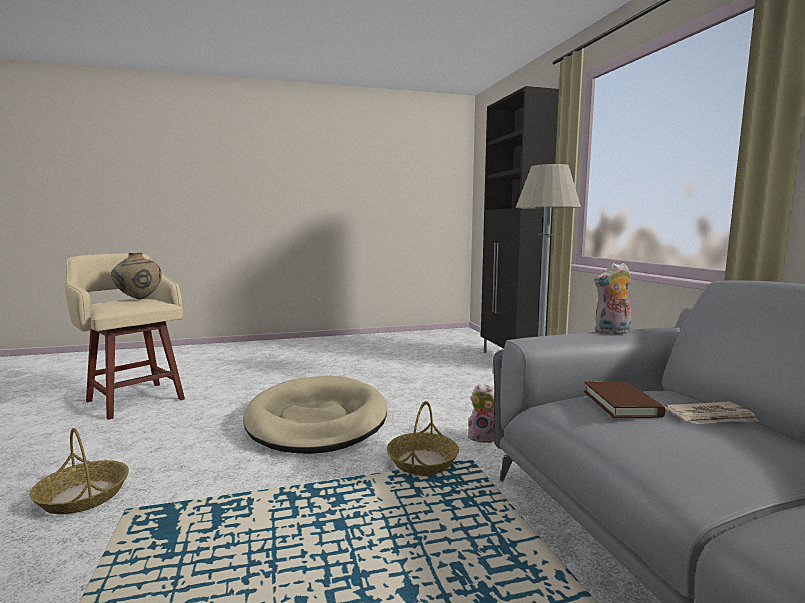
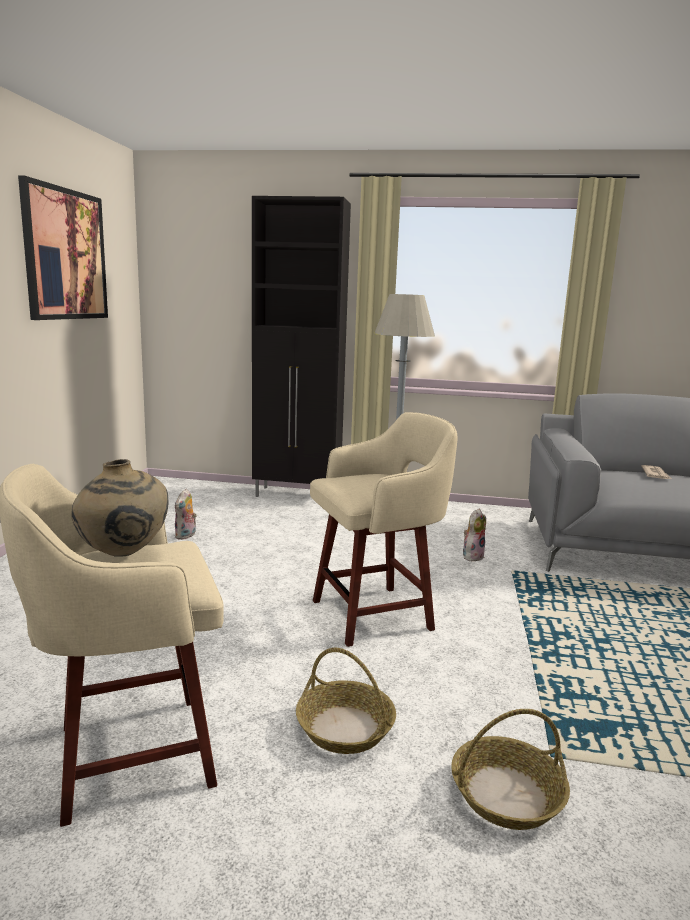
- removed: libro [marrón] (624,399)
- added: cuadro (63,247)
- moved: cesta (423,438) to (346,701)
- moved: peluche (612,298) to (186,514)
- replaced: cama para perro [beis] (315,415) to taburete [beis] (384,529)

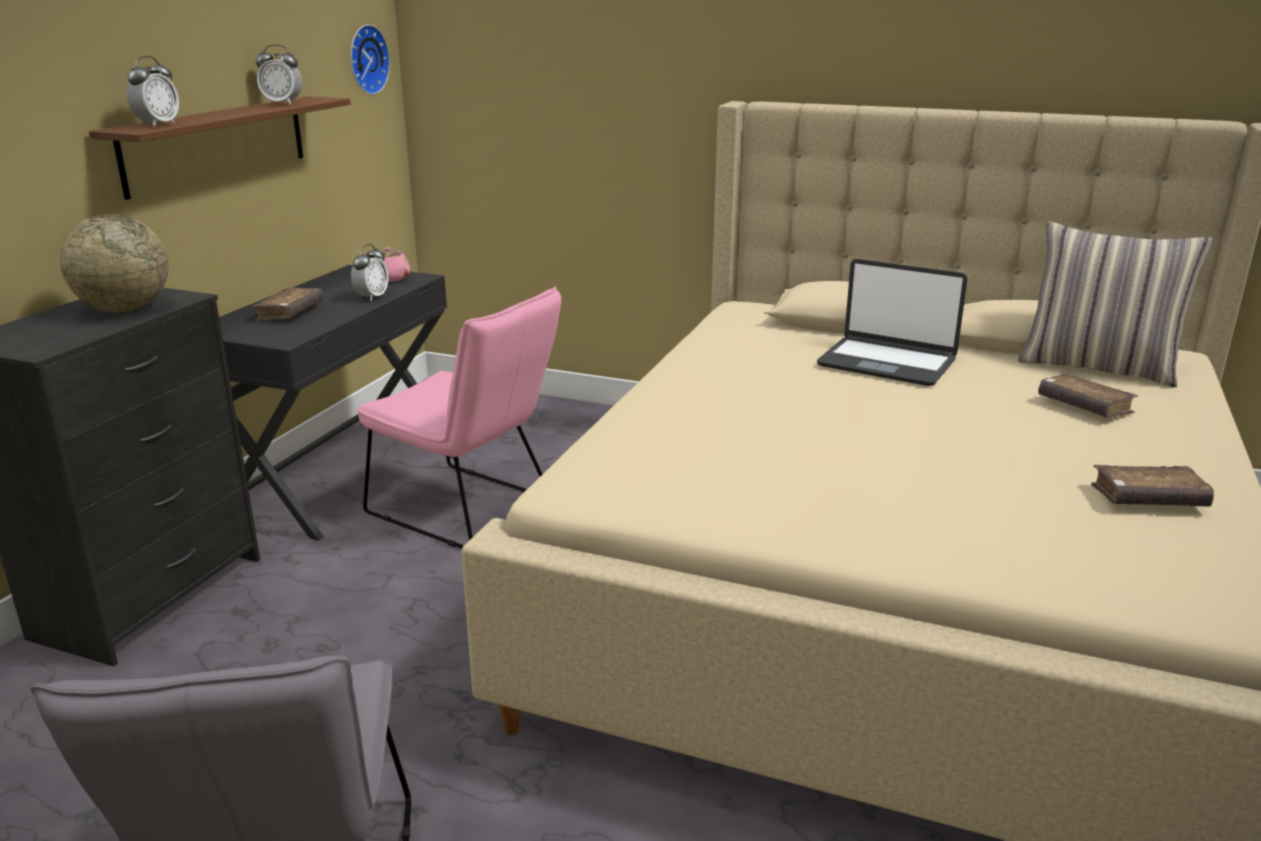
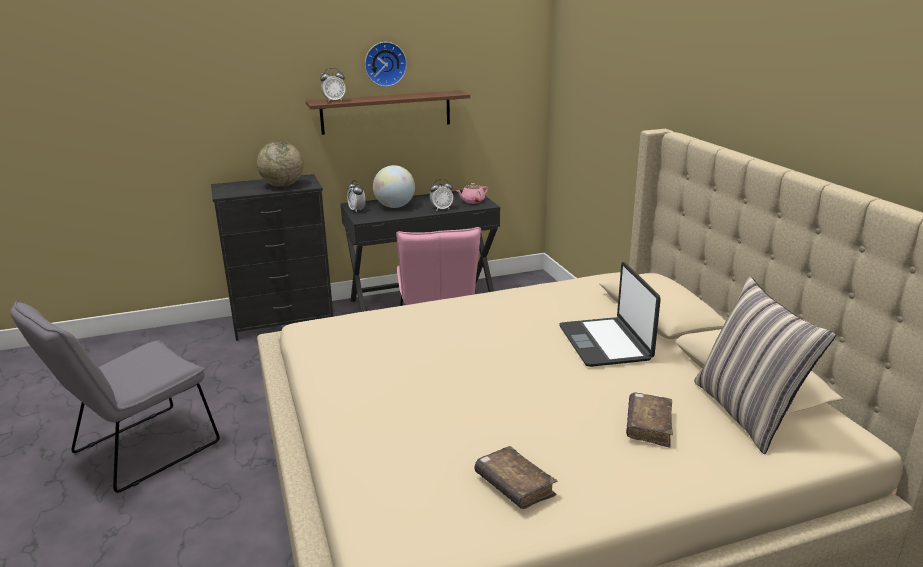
- moved: despertador (279,74) to (356,196)
- moved: reloj de pared (370,59) to (386,64)
- replaced: libro [marrón] (287,304) to globo terráqueo (394,186)

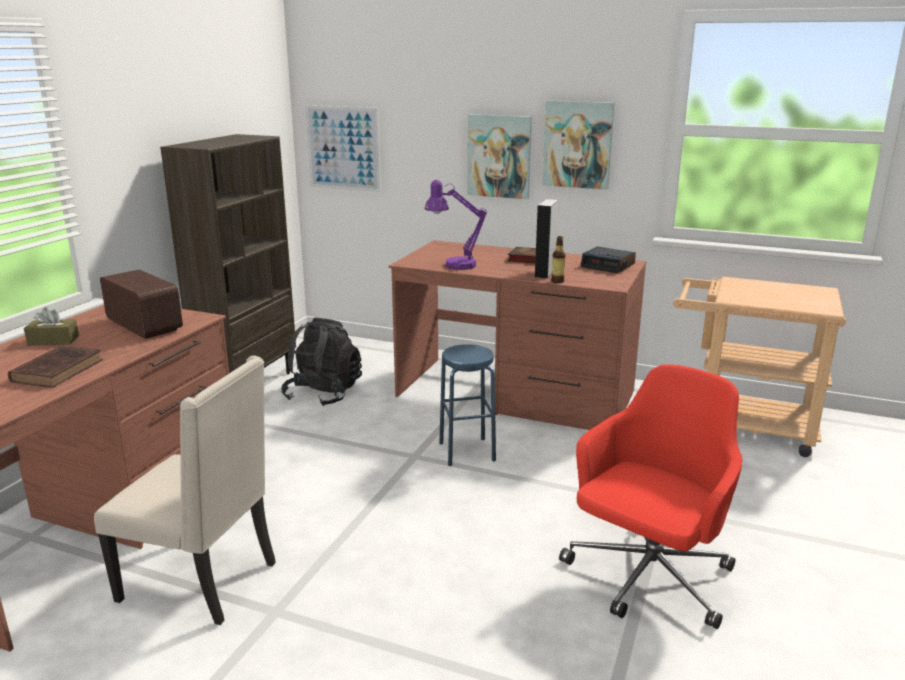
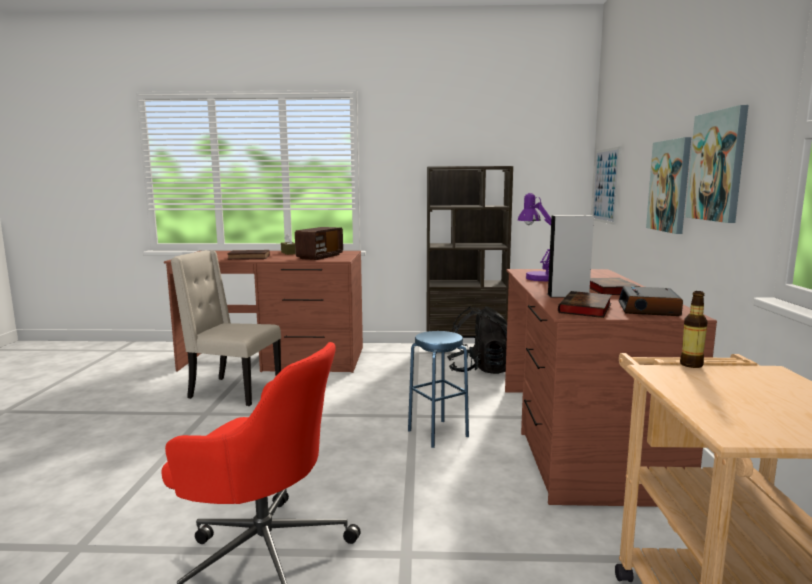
- added: libro (585,304)
- moved: botella (558,259) to (694,329)
- turned: silla [beis] (185,490) = (226,328) 105 degrees clockwise

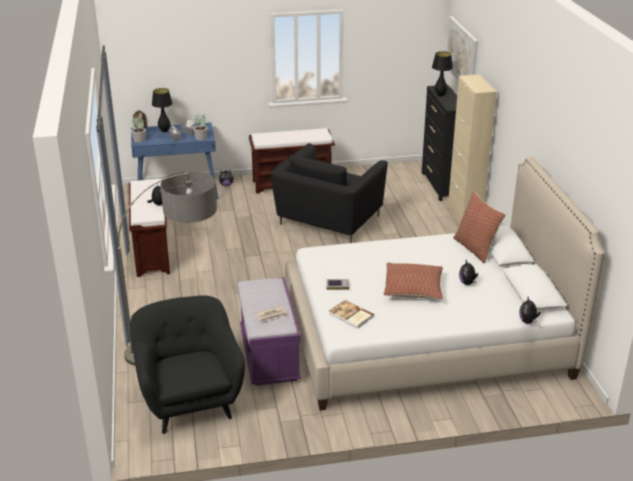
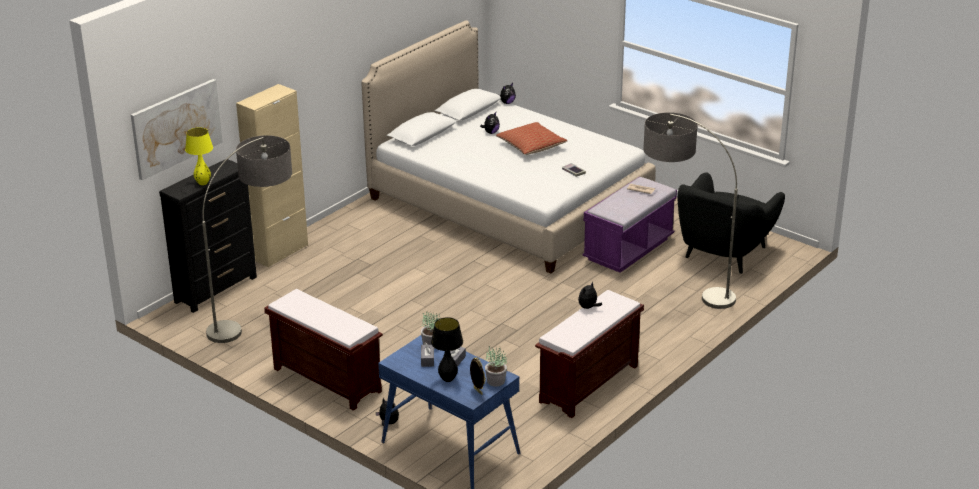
- removed: sillón [negro] (329,193)
- removed: libro (351,314)
- removed: cojín (479,227)
- added: lámpara de pie (247,239)
- recoloured: lámpara de mesa [negro] (442,73) to lámpara de mesa [amarillo] (199,156)

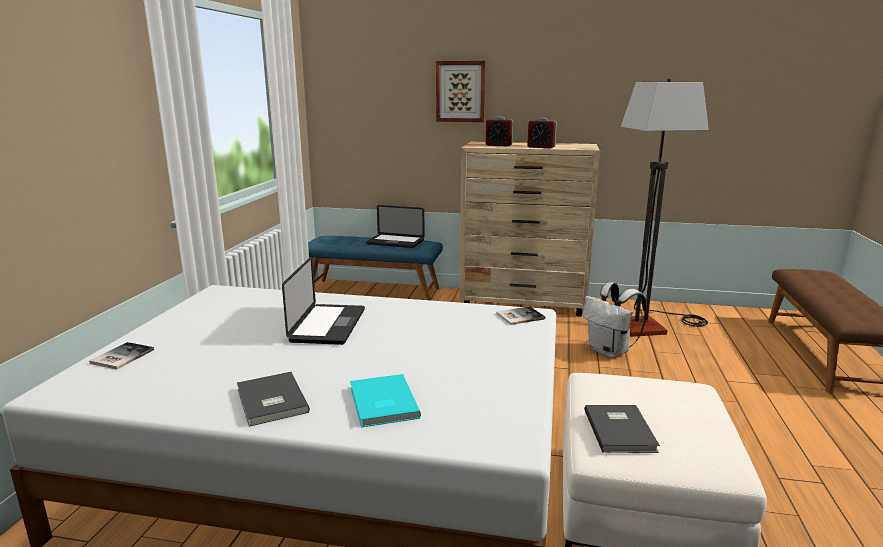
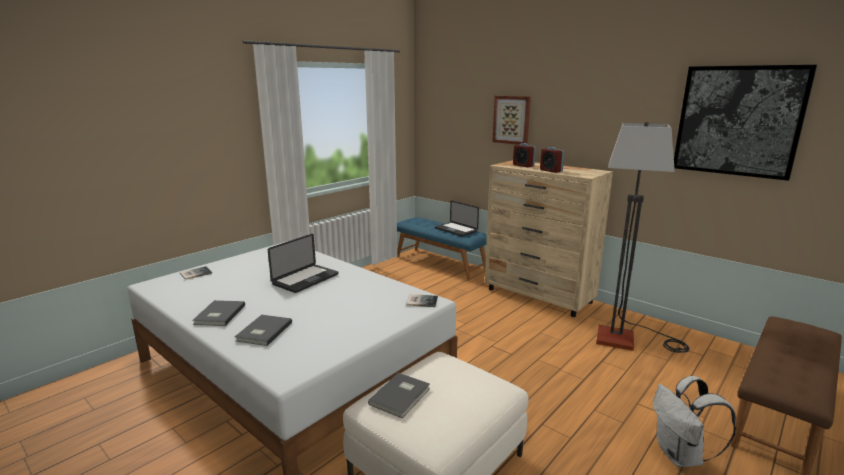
- added: cuadro (745,123)
- moved: mochila [blanco] (615,320) to (694,421)
- recoloured: libro [turquesa] (385,400) to libro [gris] (263,330)

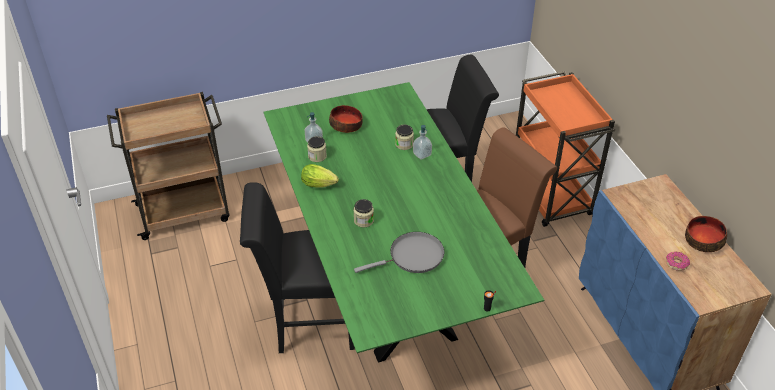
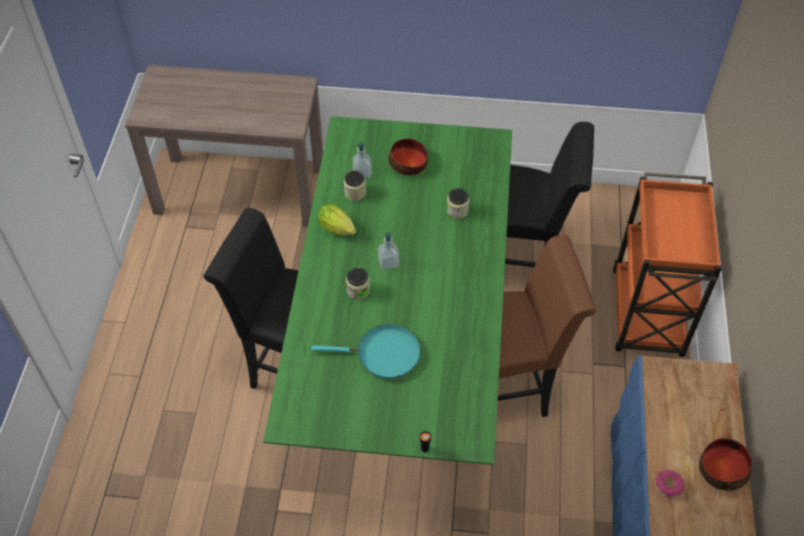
- moved: dispensador de jabón (422,142) to (388,250)
- replaced: carrito [marrón] (168,166) to mesa consola [marrón] (224,146)
- recoloured: sartén [gris] (399,252) to sartén [turquesa] (366,351)

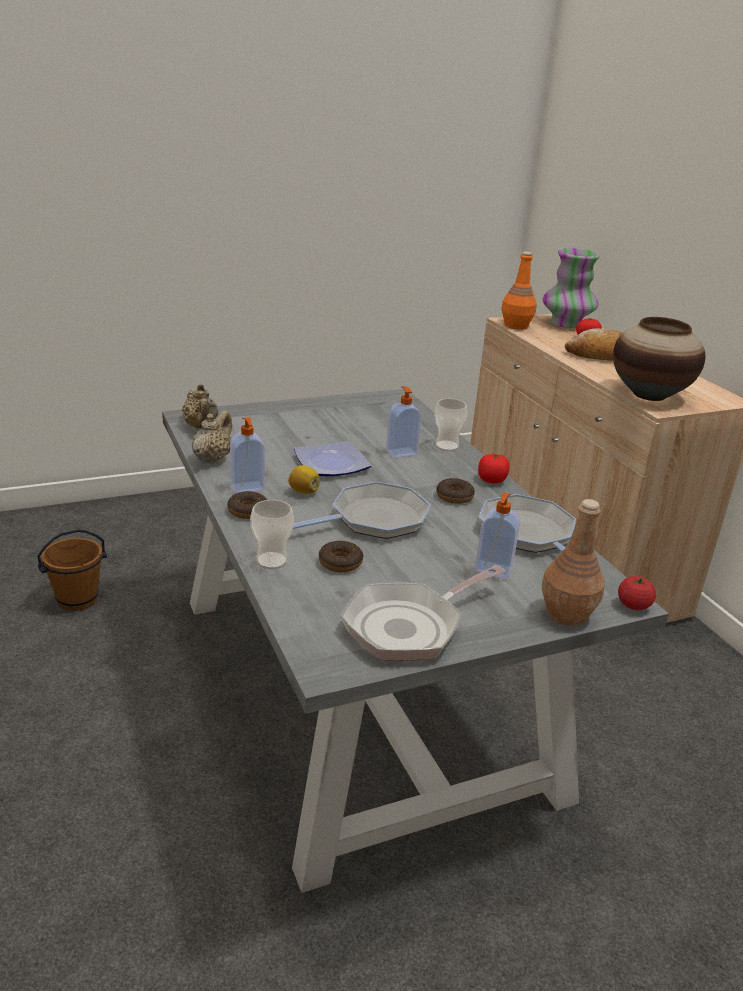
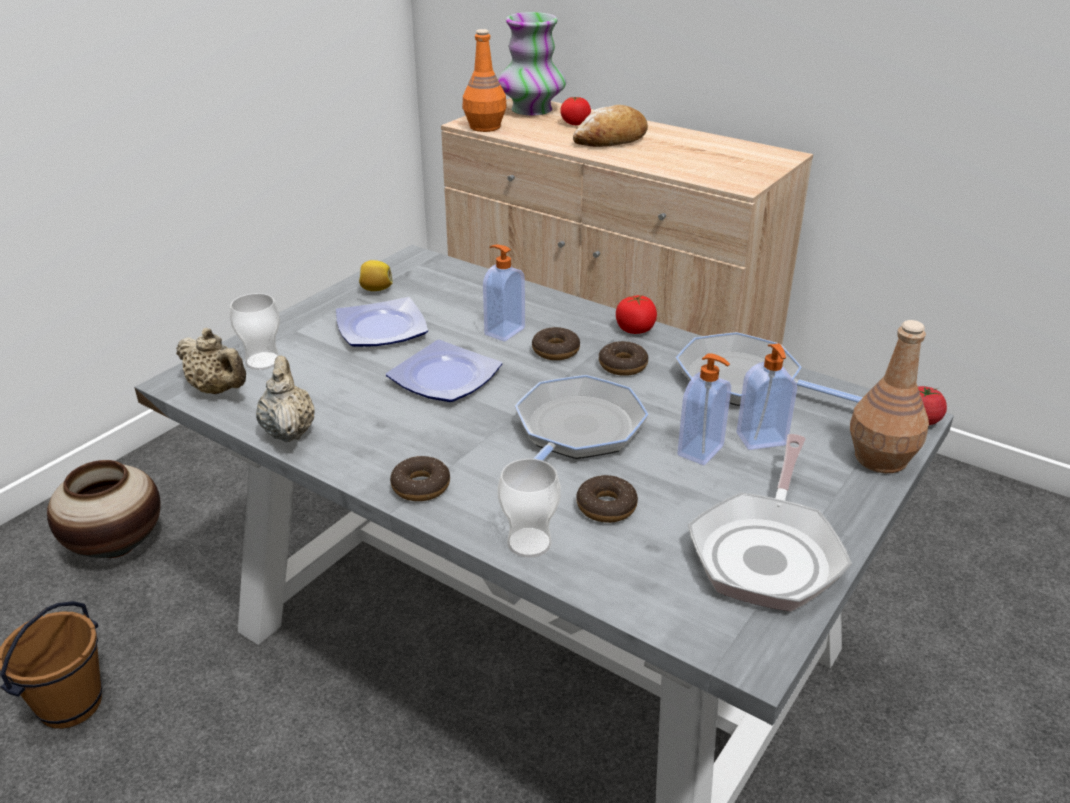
- added: plato (382,322)
- added: rosquilla (556,343)
- moved: dispensador de jabón (247,455) to (704,409)
- moved: limón (304,479) to (375,275)
- moved: taza (451,424) to (255,331)
- moved: florero (659,359) to (103,509)

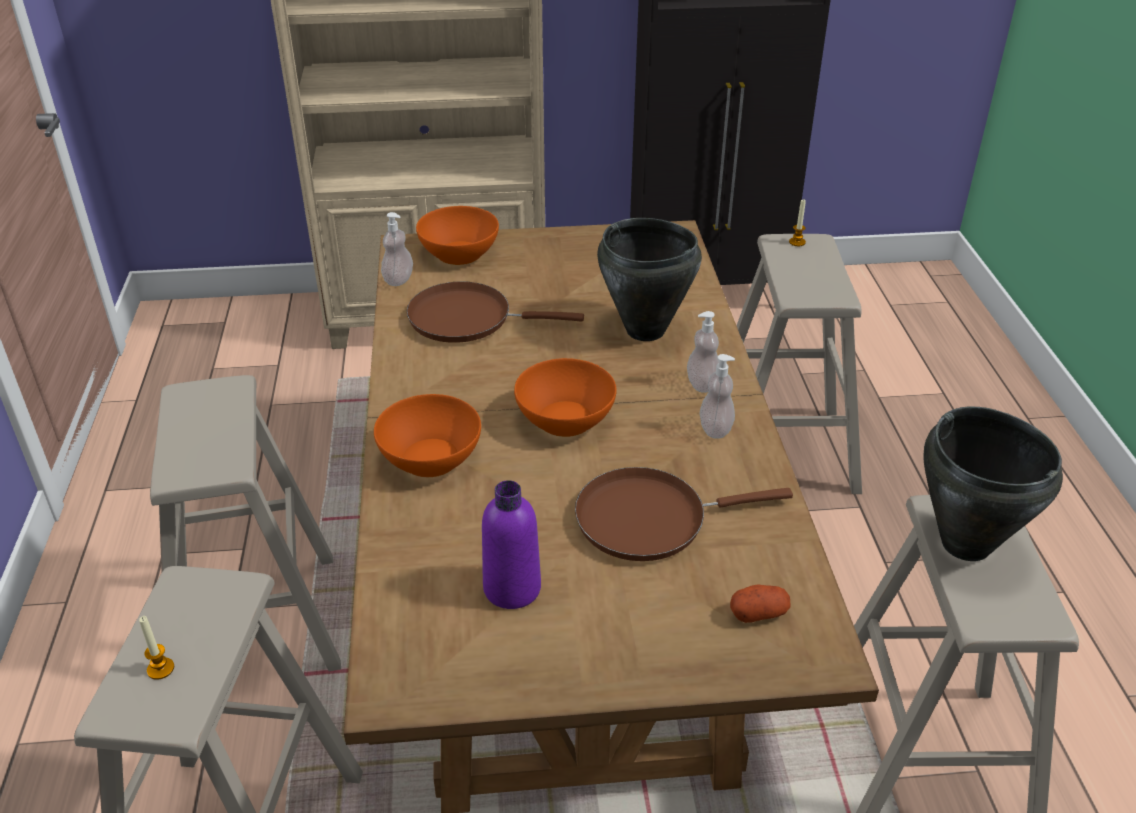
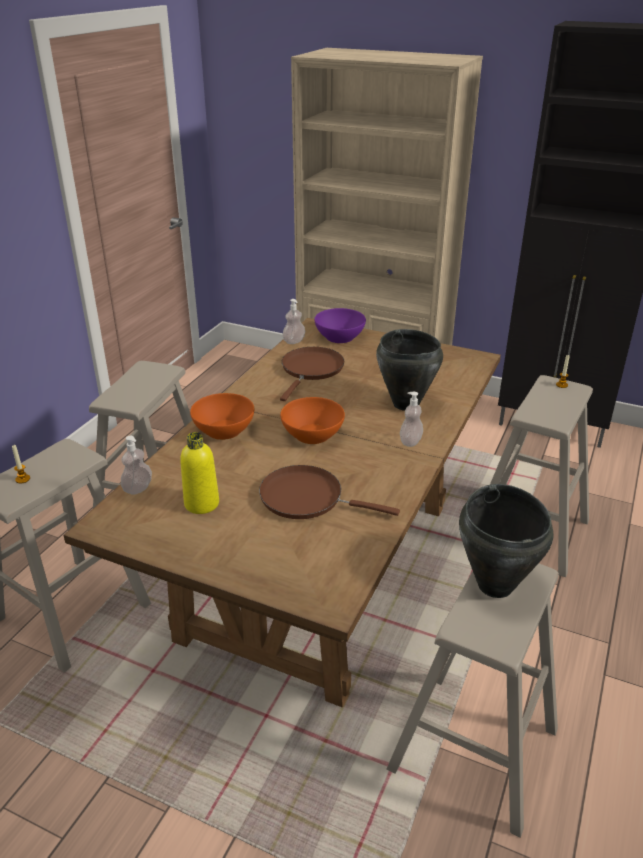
- removed: patata (760,603)
- moved: dispensador de jabón (717,396) to (136,465)
- recoloured: cuenco [naranja] (457,235) to cuenco [morado] (340,325)
- recoloured: botella [morado] (511,544) to botella [amarillo] (199,473)
- turned: sartén [marrón] (495,312) = (312,374) 75 degrees clockwise

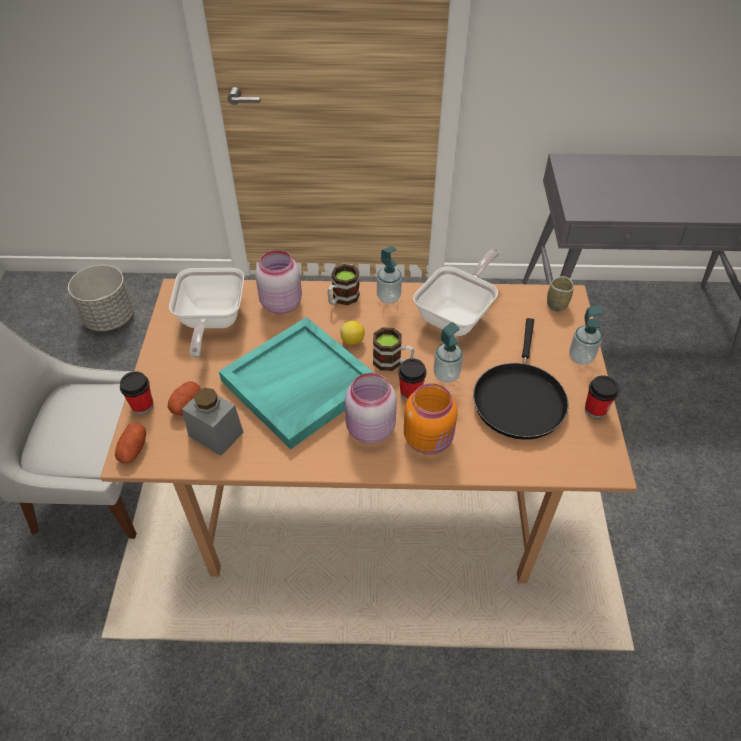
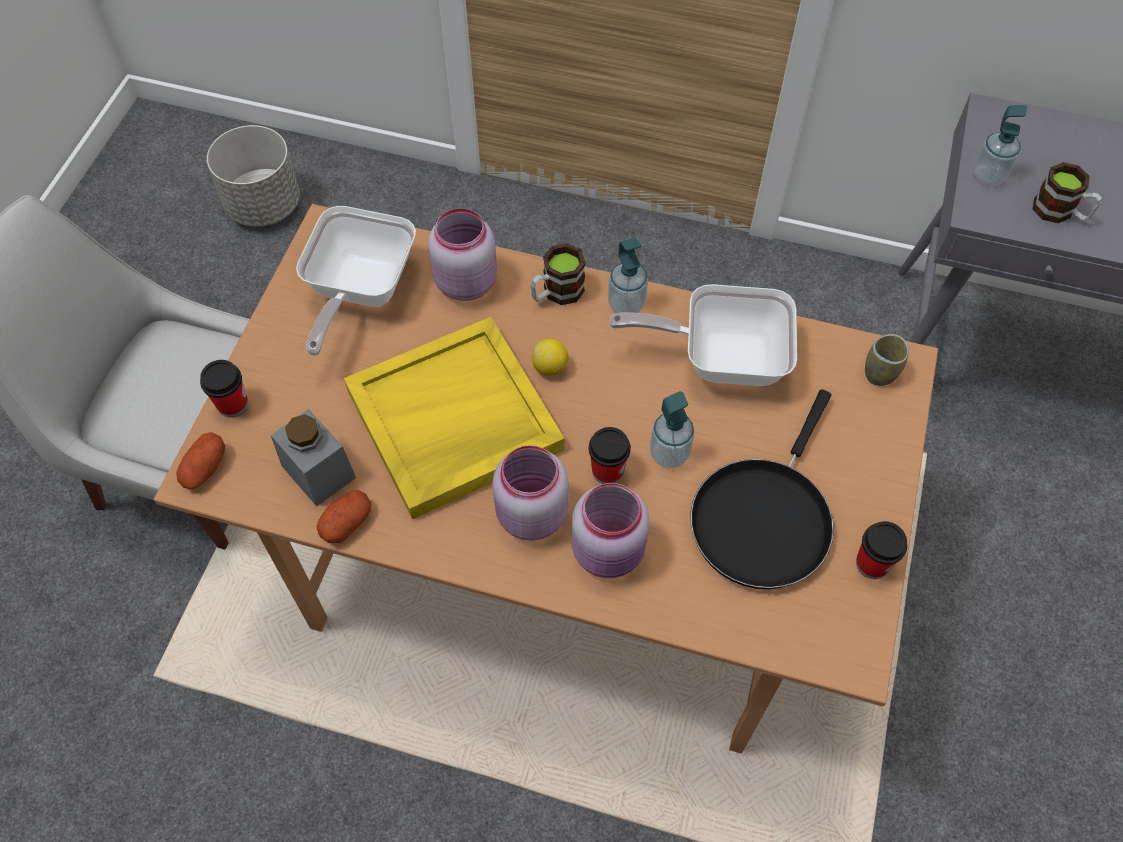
- moved: patata (184,398) to (344,516)
- moved: taza grande (393,349) to (1067,192)
- moved: dispensador de jabón (586,335) to (1000,145)
- recoloured: bandeja [turquesa] (296,383) to bandeja [amarillo] (454,418)
- recoloured: tarro [naranja] (431,419) to tarro [rosa] (610,530)
- turned: sartén (456,292) = (703,335) 135 degrees counterclockwise

